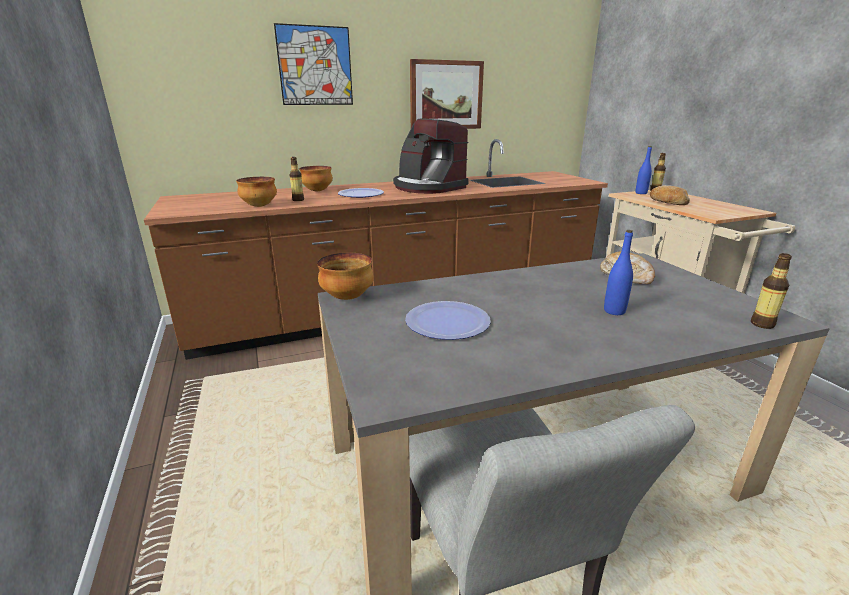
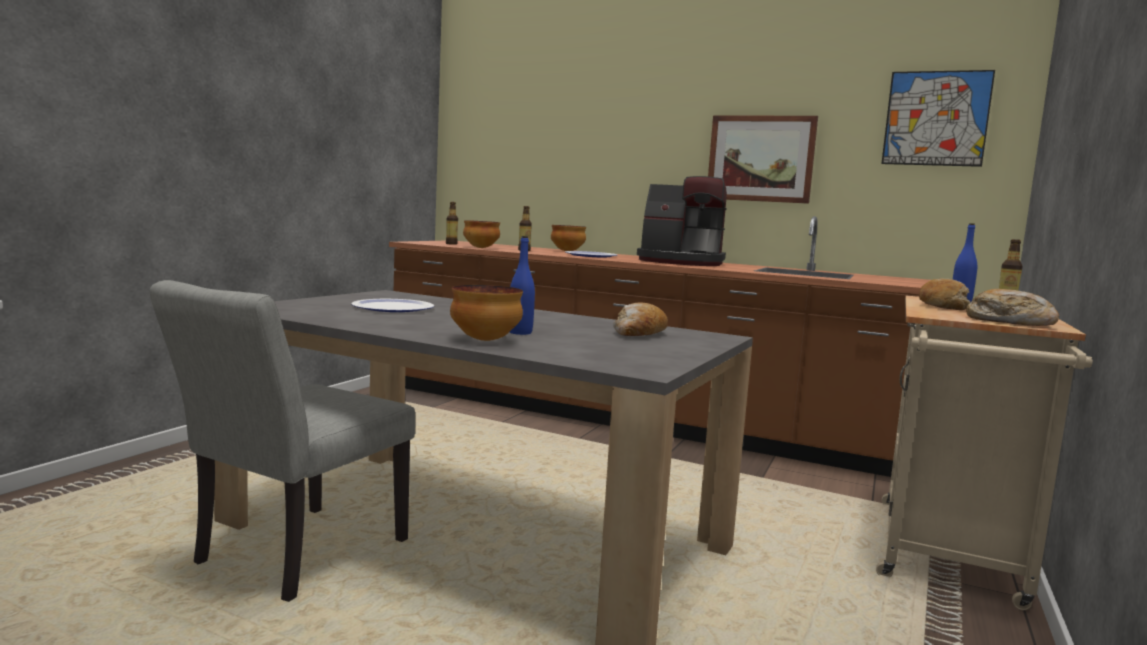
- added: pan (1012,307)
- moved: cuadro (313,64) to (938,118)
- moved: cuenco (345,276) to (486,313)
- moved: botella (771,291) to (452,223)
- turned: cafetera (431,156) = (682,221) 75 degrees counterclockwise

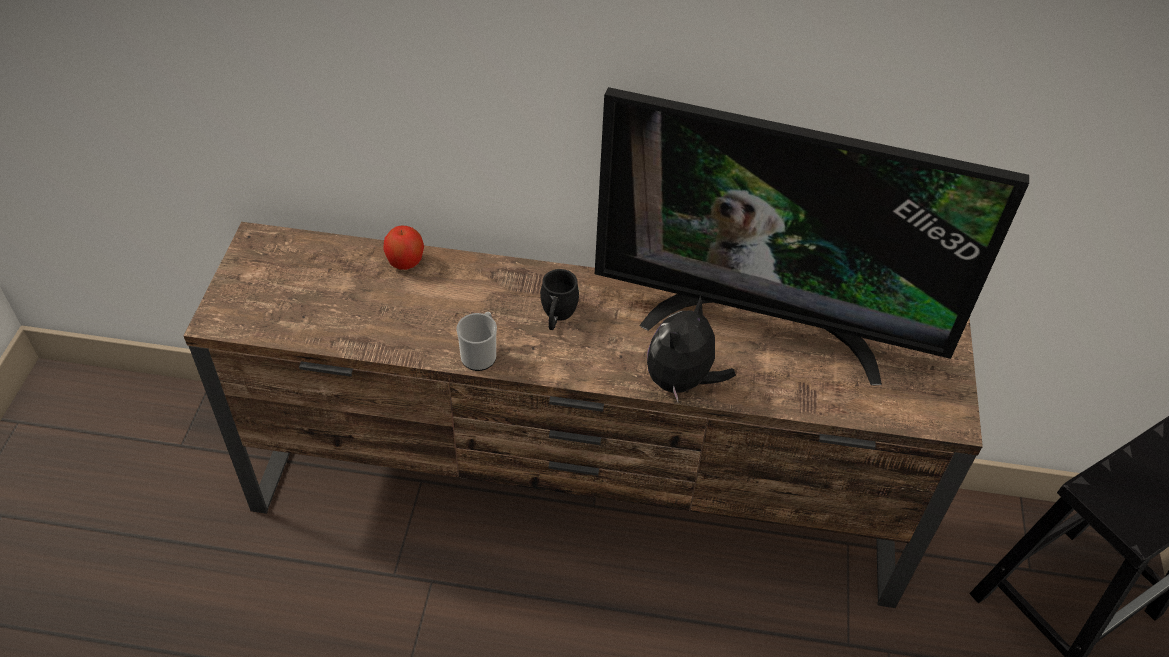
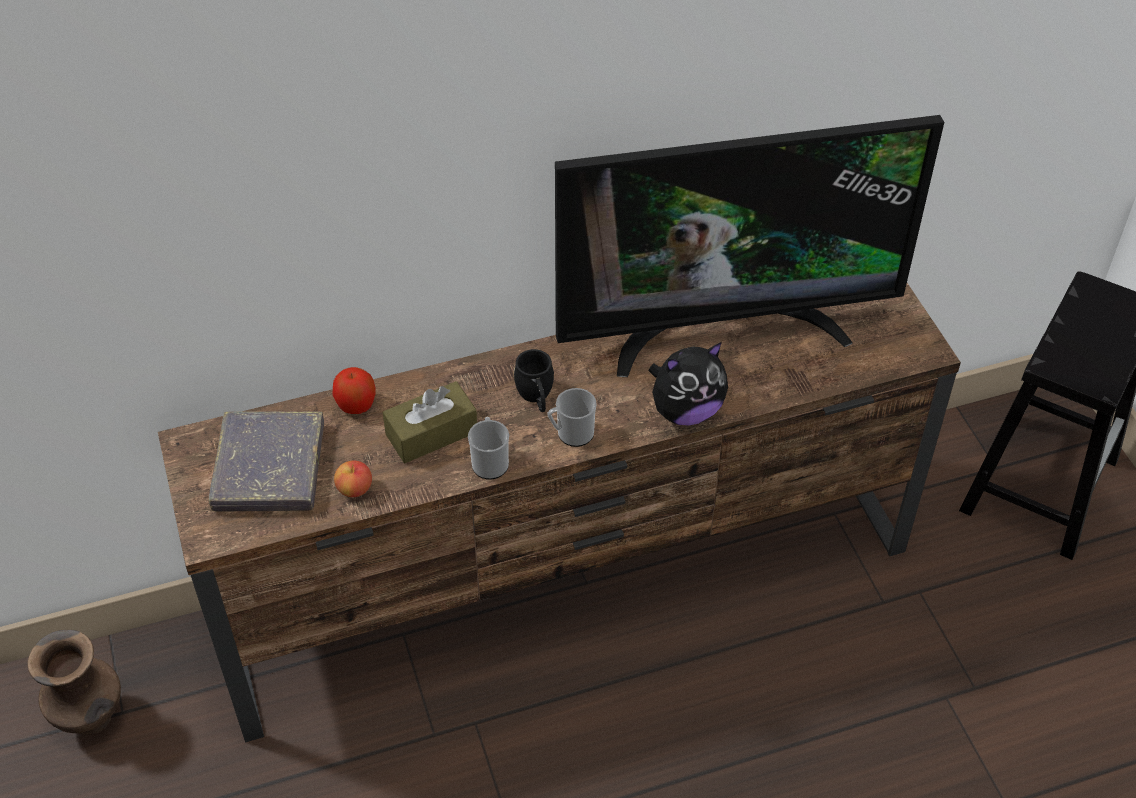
- added: florero [marrón] (74,682)
- added: libro [gris] (266,461)
- added: manzana (353,479)
- added: caja de pañuelos [marrón] (430,422)
- added: taza grande (572,417)
- turned: peluche (691,349) = (688,384) 120 degrees counterclockwise

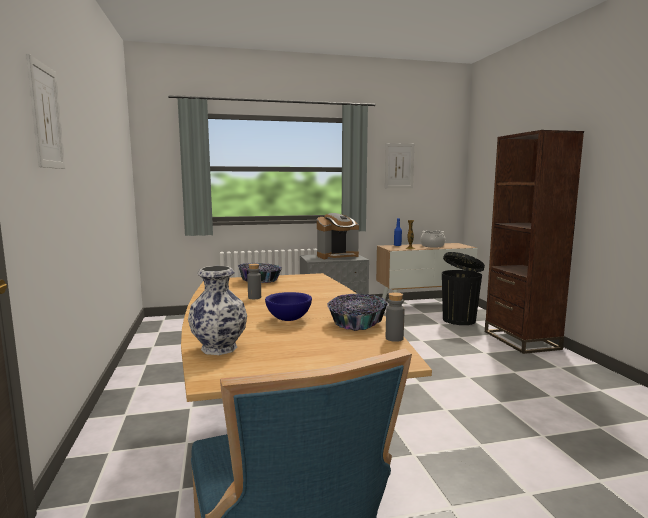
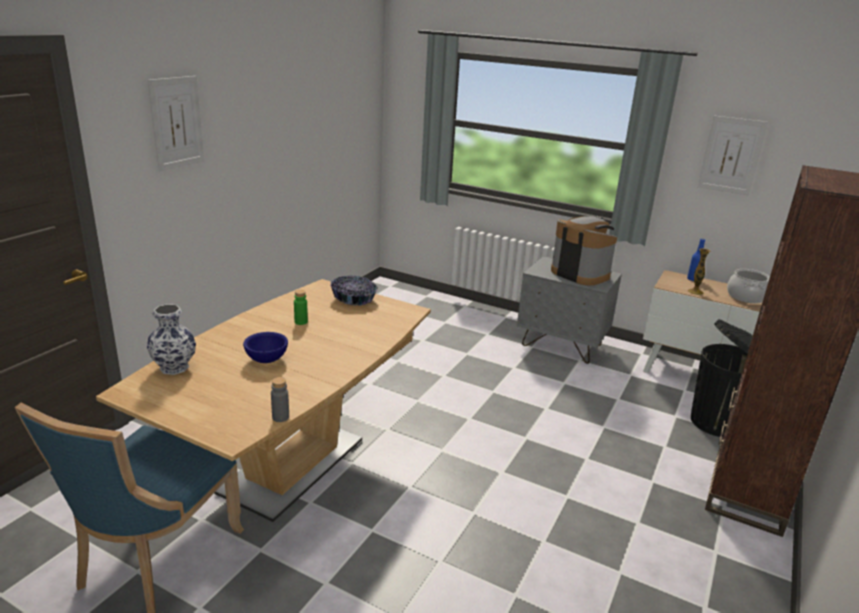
- removed: cuenco (357,312)
- recoloured: botella [gris] (254,281) to botella [verde] (301,307)
- turned: cafetera (338,236) = (584,250) 150 degrees counterclockwise

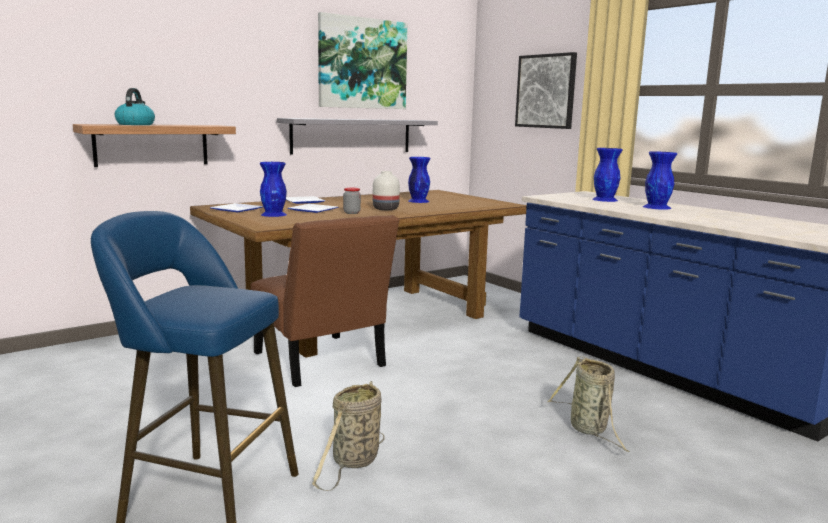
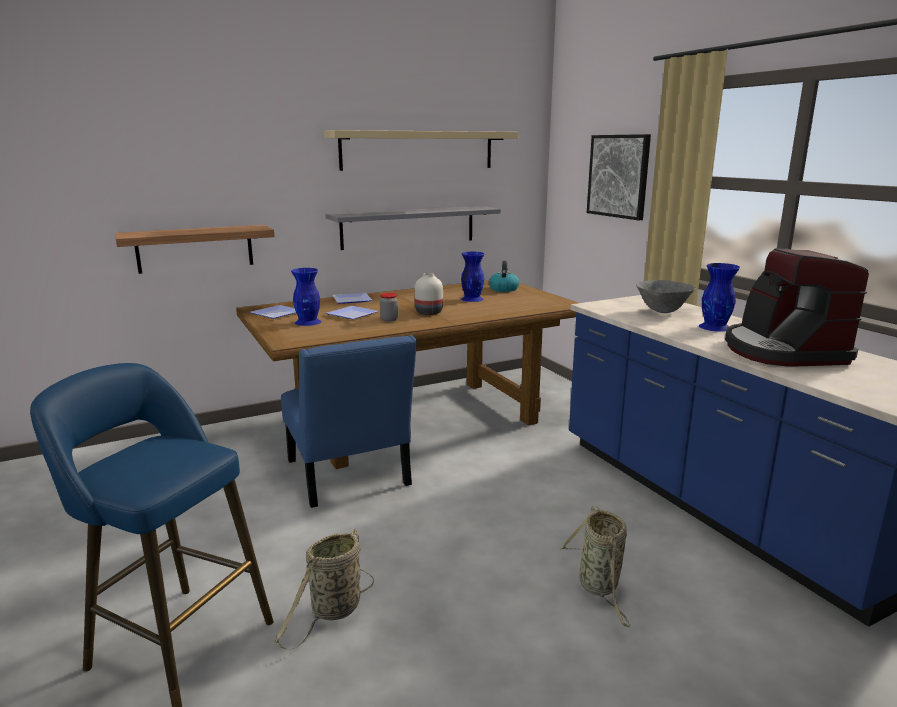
- added: cafetera (797,307)
- moved: hervidor (135,106) to (504,276)
- replaced: cuadro (362,60) to estante [beis] (421,150)
- replaced: florero [azul] (607,175) to cuenco [gris] (666,296)
- recoloured: silla [marrón] (325,301) to silla [azul] (349,421)

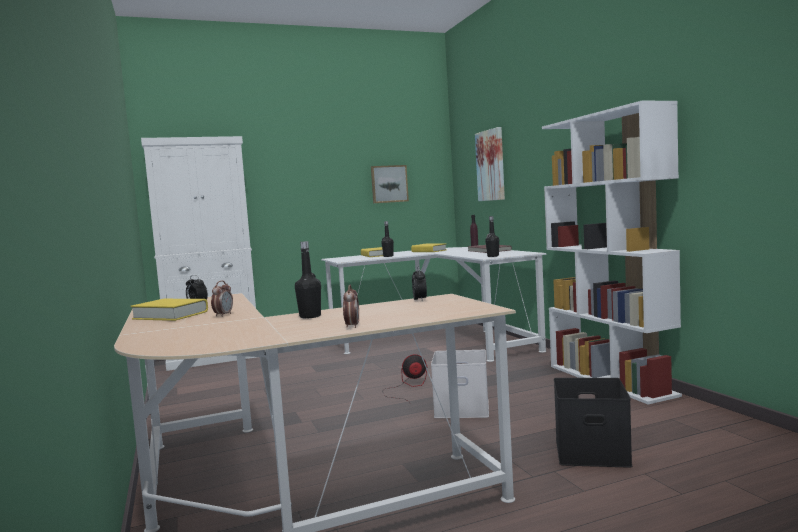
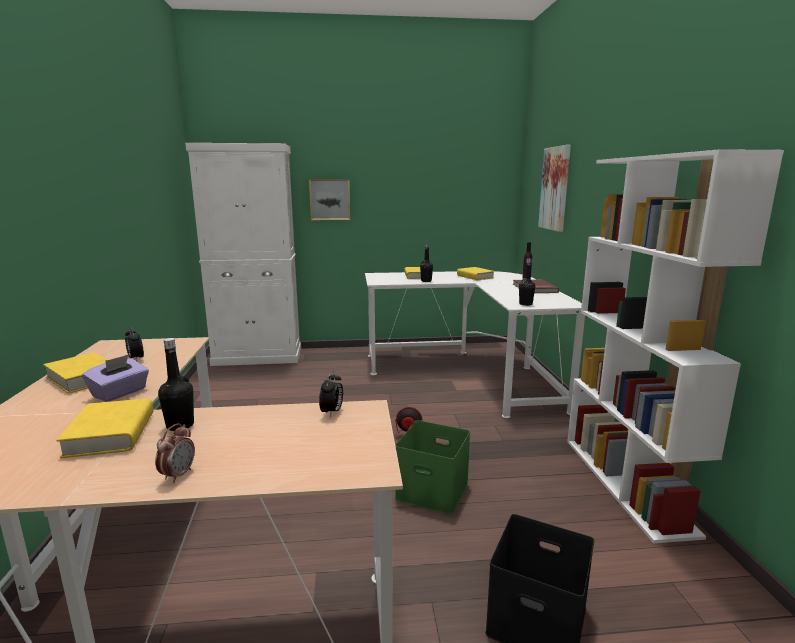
- added: libro [amarillo] (105,428)
- moved: cuadro (390,184) to (330,199)
- replaced: despertador (222,299) to caja de pañuelos [morado] (115,378)
- recoloured: caja de almacenaje [blanco] (460,384) to caja de almacenaje [verde] (432,467)

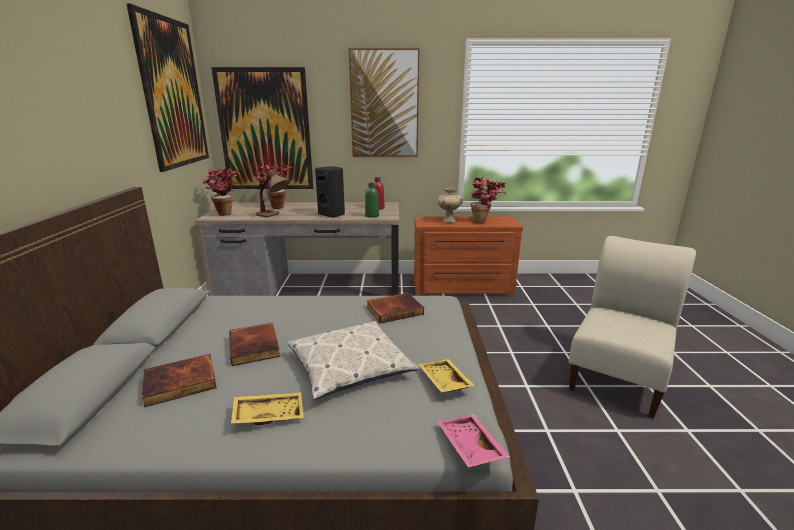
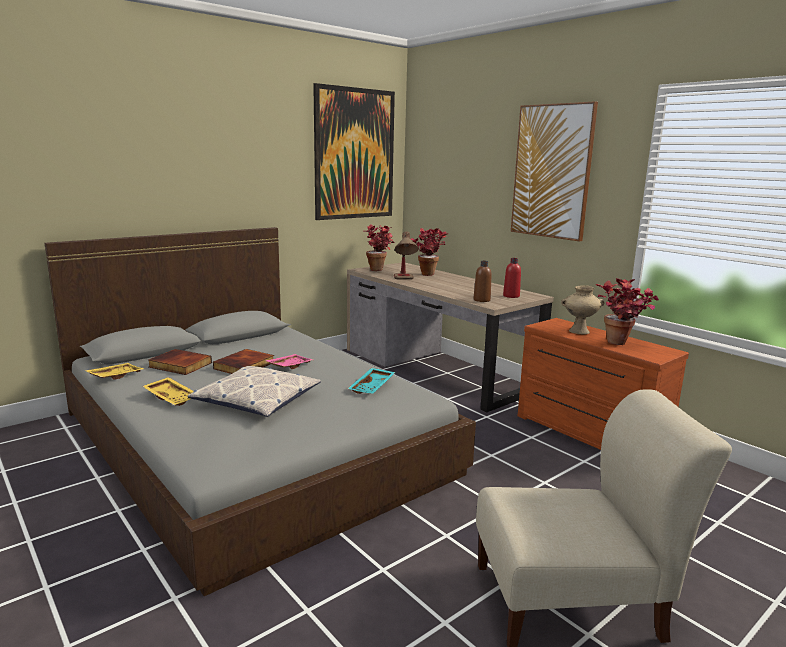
- removed: cuadro (262,128)
- removed: altavoz [negro] (330,192)
- moved: bandeja [amarillo] (446,376) to (114,371)
- moved: bandeja [rosa] (473,440) to (289,361)
- replaced: libro (395,308) to bandeja [turquesa] (371,381)
- recoloured: botella [verde] (372,200) to botella [marrón] (482,281)

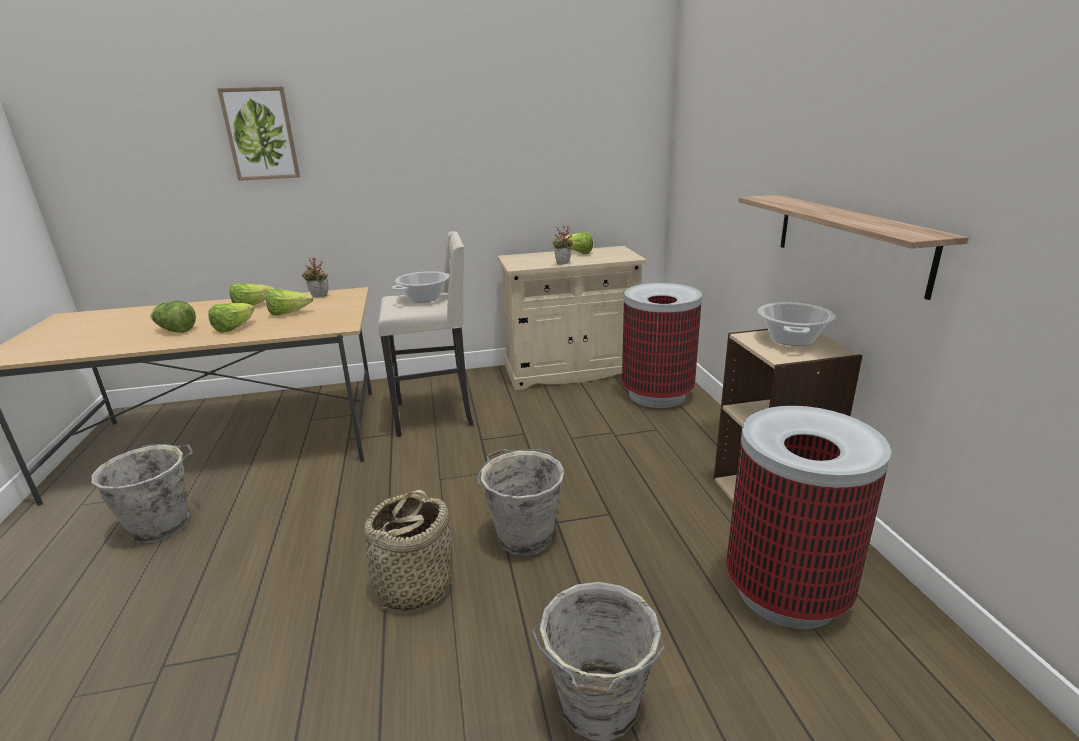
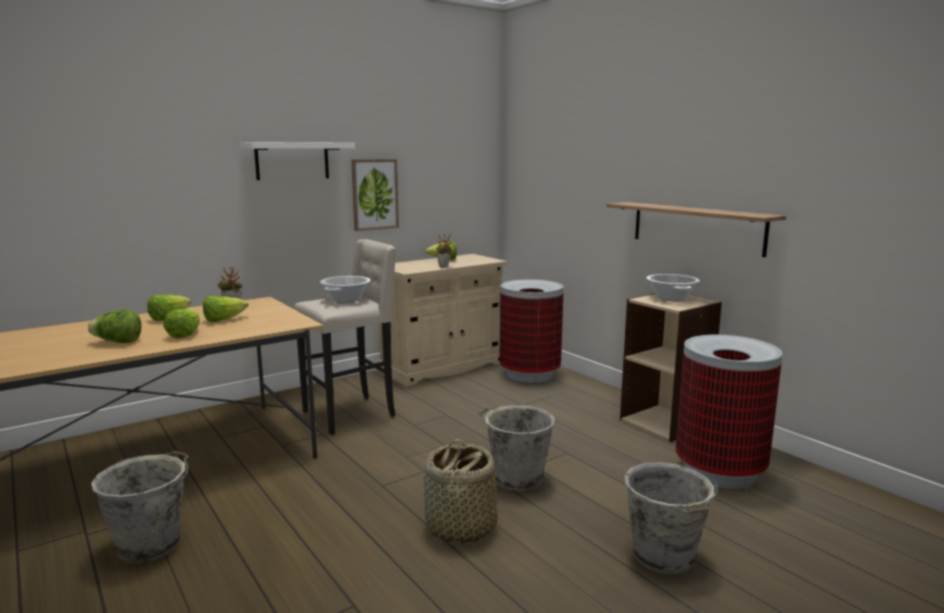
- added: estante [blanco] (297,161)
- moved: cuadro (258,134) to (375,195)

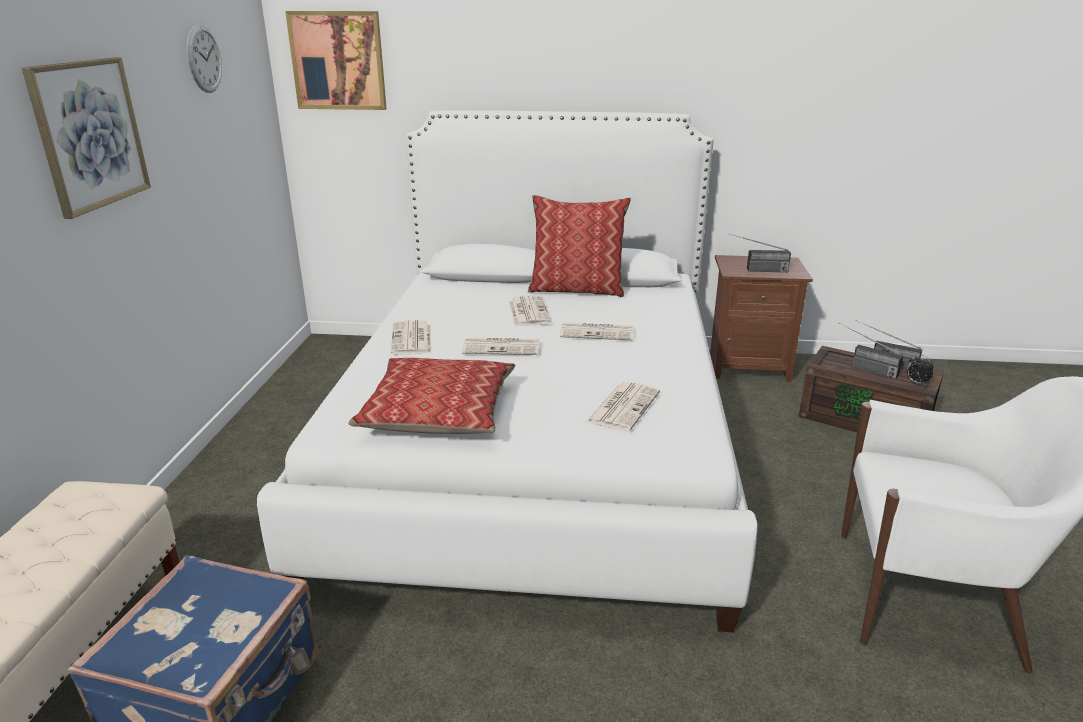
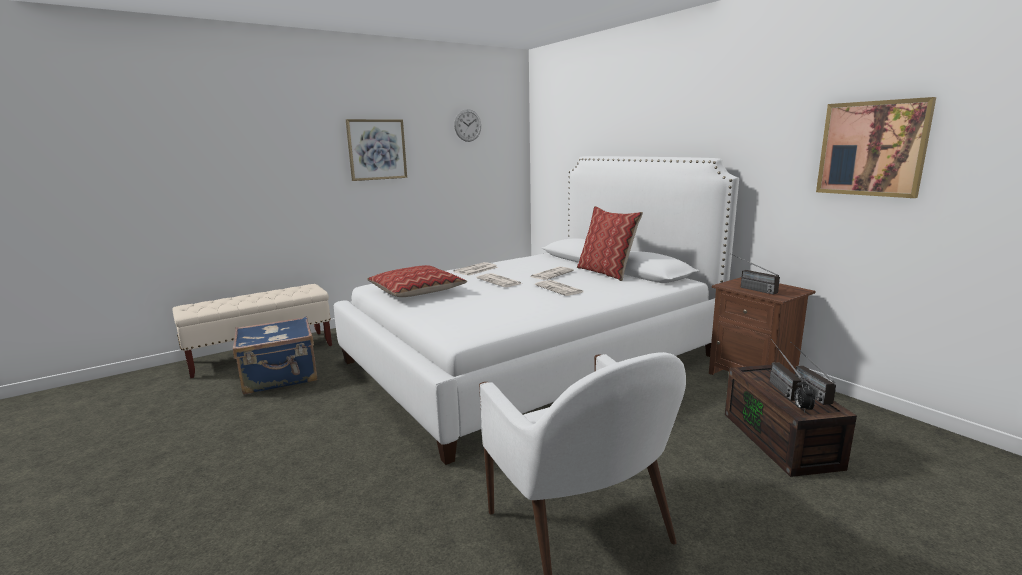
- removed: periódico (623,407)
- moved: cuadro (336,60) to (876,147)

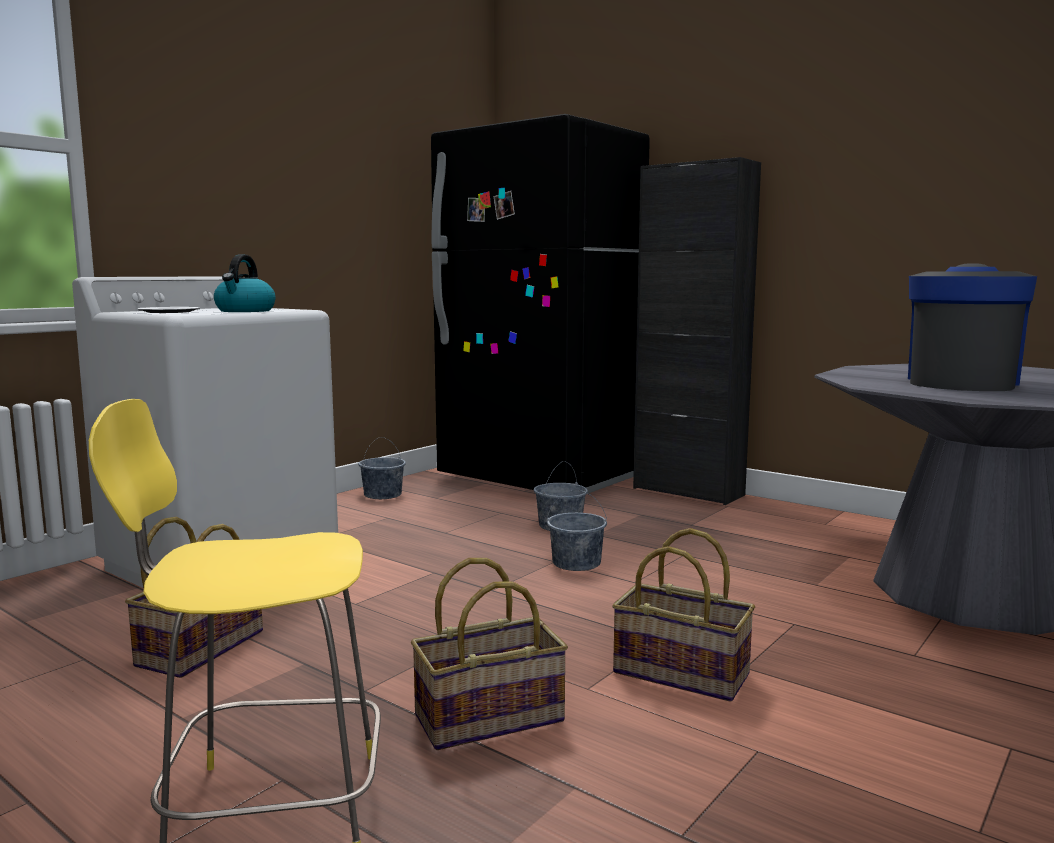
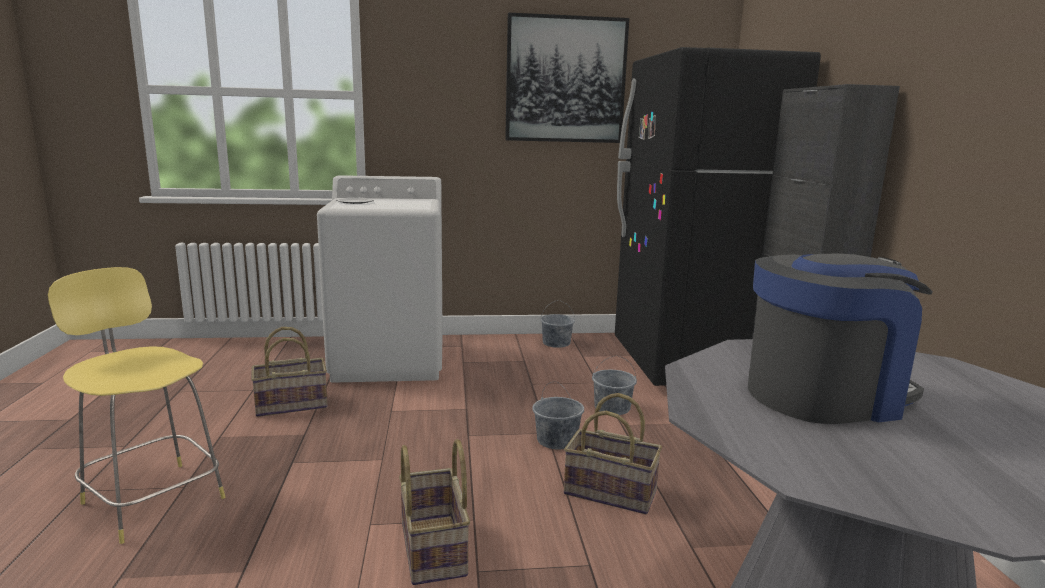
- removed: hervidor (245,283)
- added: cuadro (567,78)
- moved: cesta (489,654) to (613,453)

